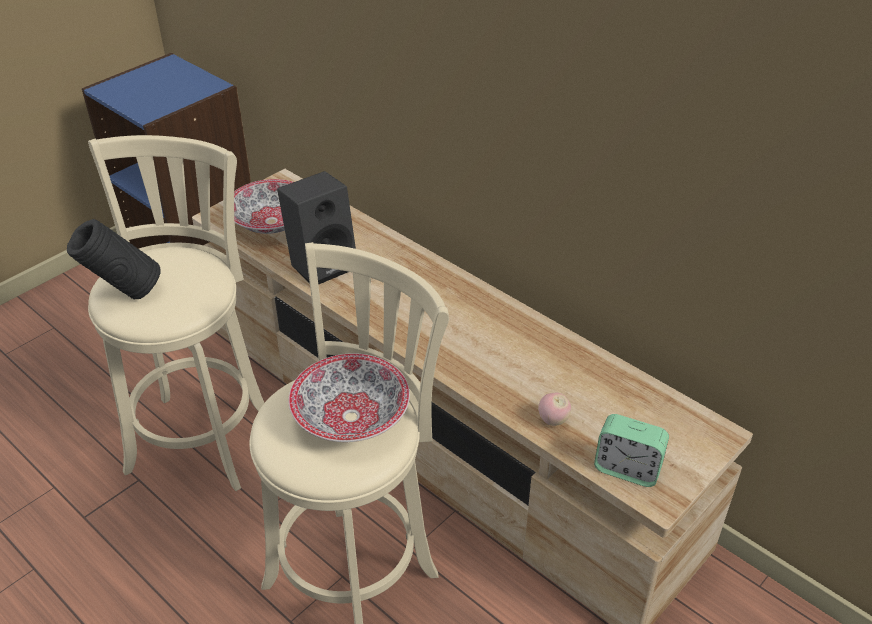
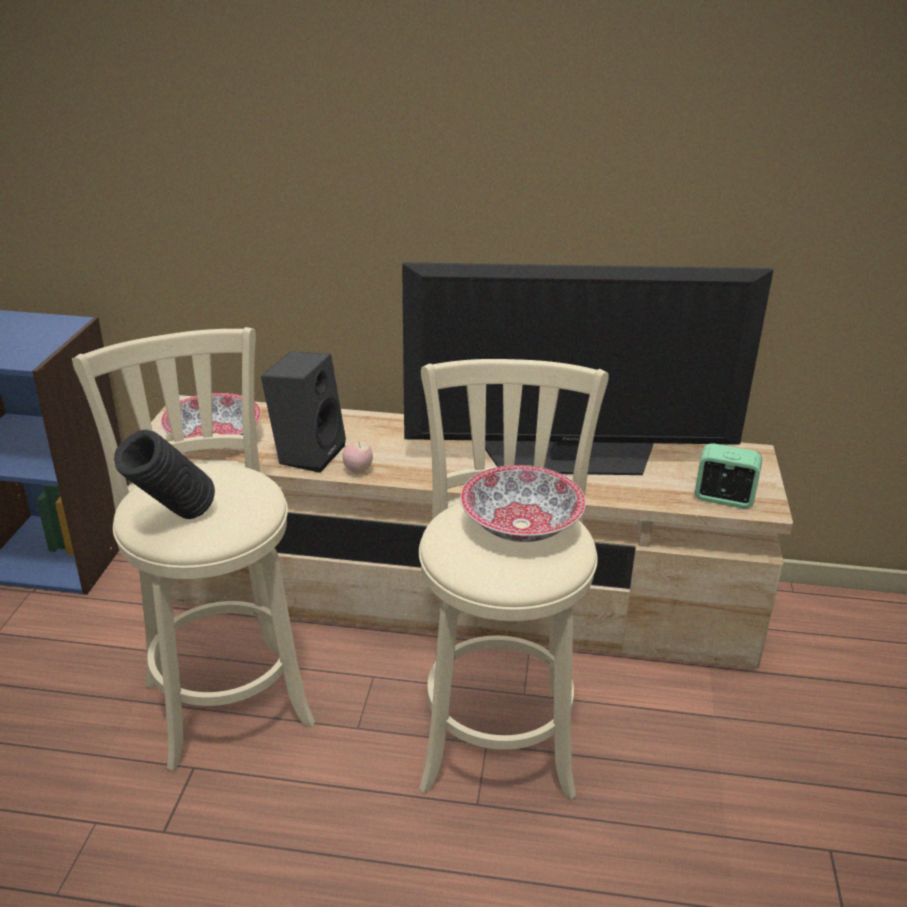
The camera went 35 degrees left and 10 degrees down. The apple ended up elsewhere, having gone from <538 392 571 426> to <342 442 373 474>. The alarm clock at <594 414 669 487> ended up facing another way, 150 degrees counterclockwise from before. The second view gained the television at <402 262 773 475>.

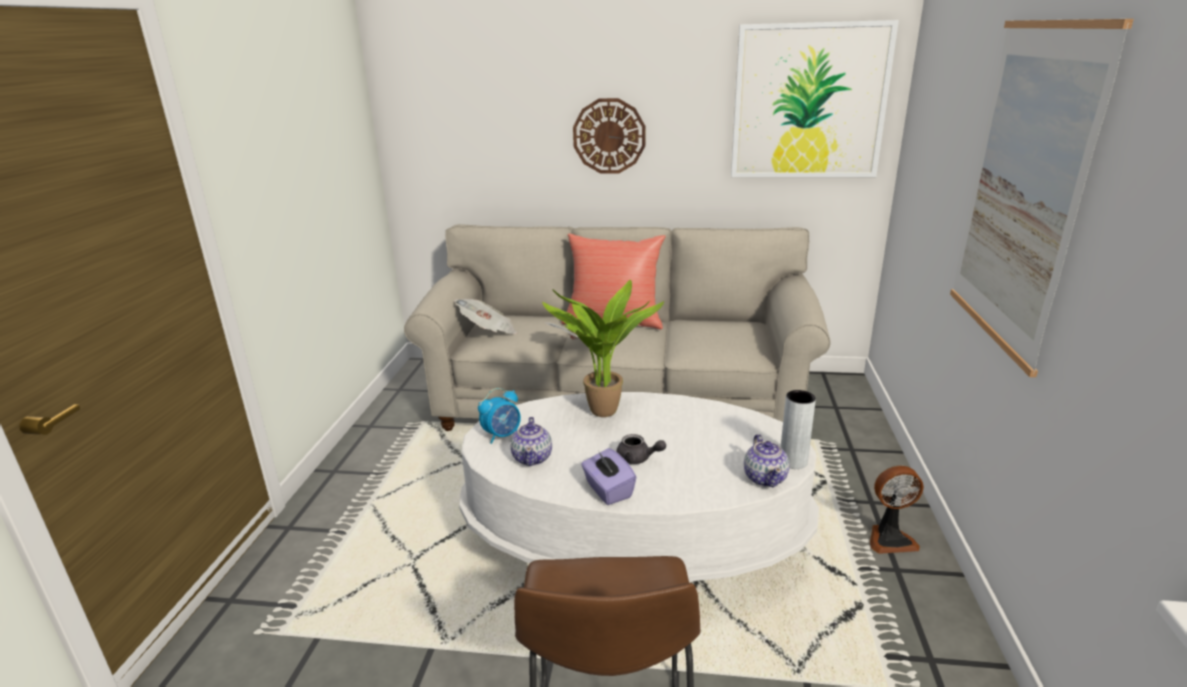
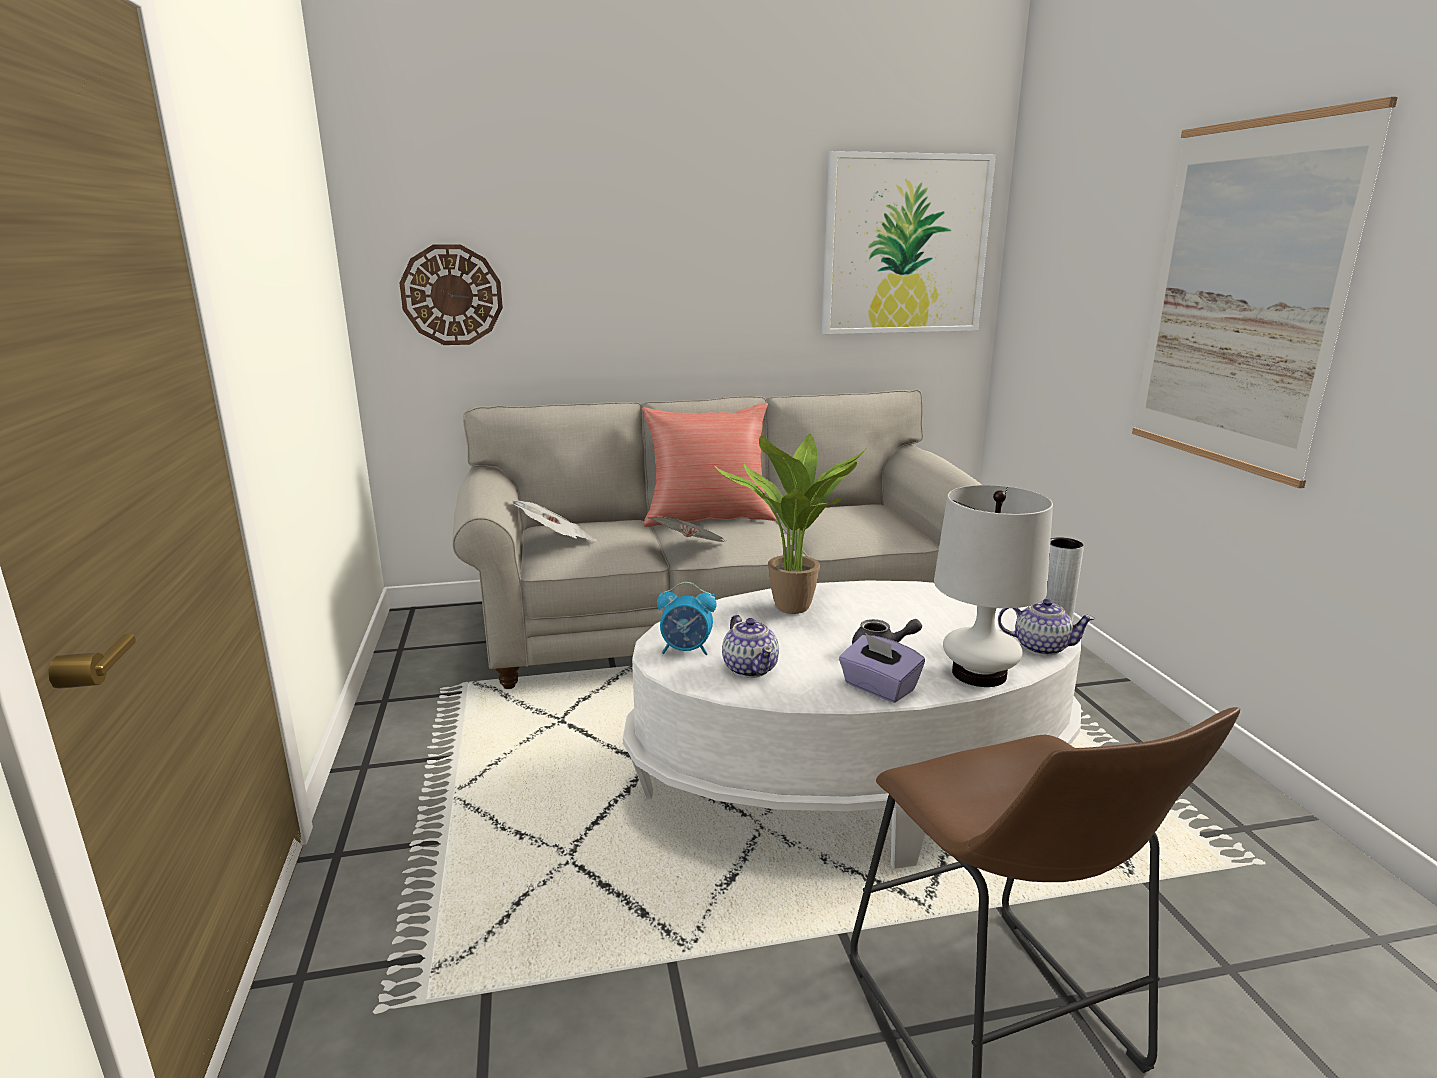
The camera went 20 degrees left and 5 degrees down. The alarm clock at <478 388 521 444> ended up facing another way, 60 degrees clockwise from before. The wall clock ended up elsewhere, having gone from <573 98 645 173> to <399 244 503 345>. The teapot at <744 434 790 487> ended up facing another way, 45 degrees counterclockwise from before. The second view lost the fan at <870 466 924 554>. The second view gained the white table lamp at <934 485 1053 687>.

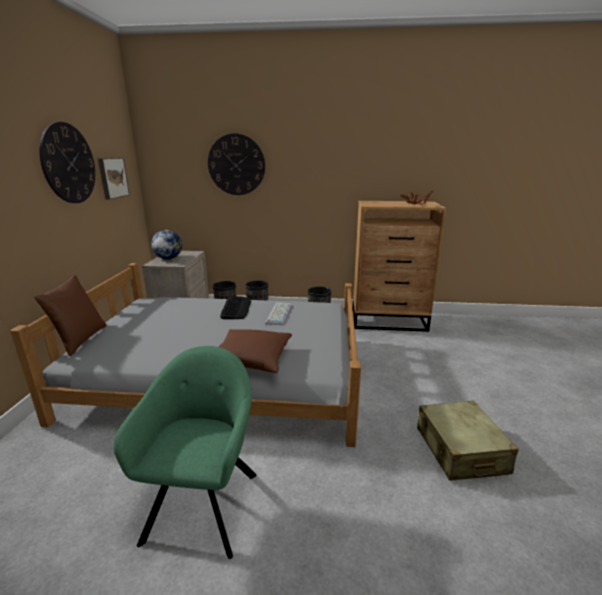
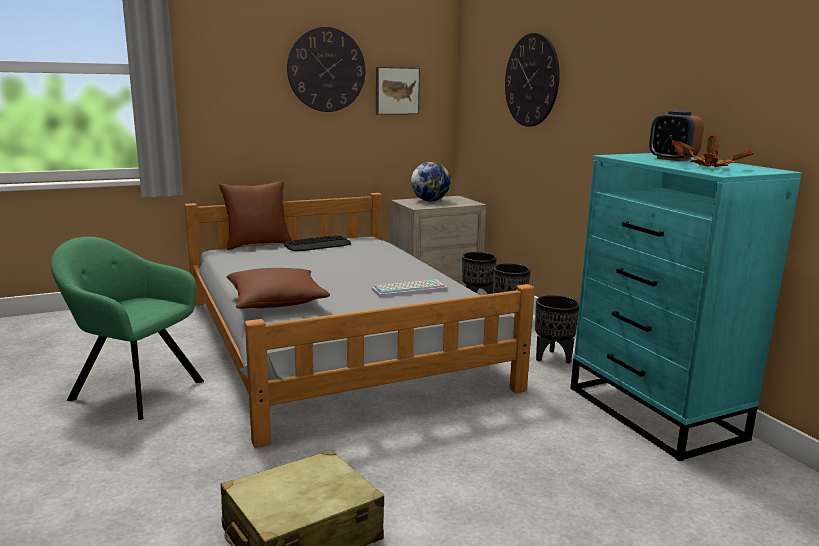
The camera went 60 degrees right and 5 degrees down. The green armchair at <114 346 256 559> ended up facing another way, 135 degrees counterclockwise from before. The keyboard ended up elsewhere, having gone from <220 296 251 319> to <283 235 351 251>. What was the brown dresser at <353 201 446 332> turned into the turquoise dresser at <570 153 802 461>. The second view gained the alarm clock at <649 111 704 161>.

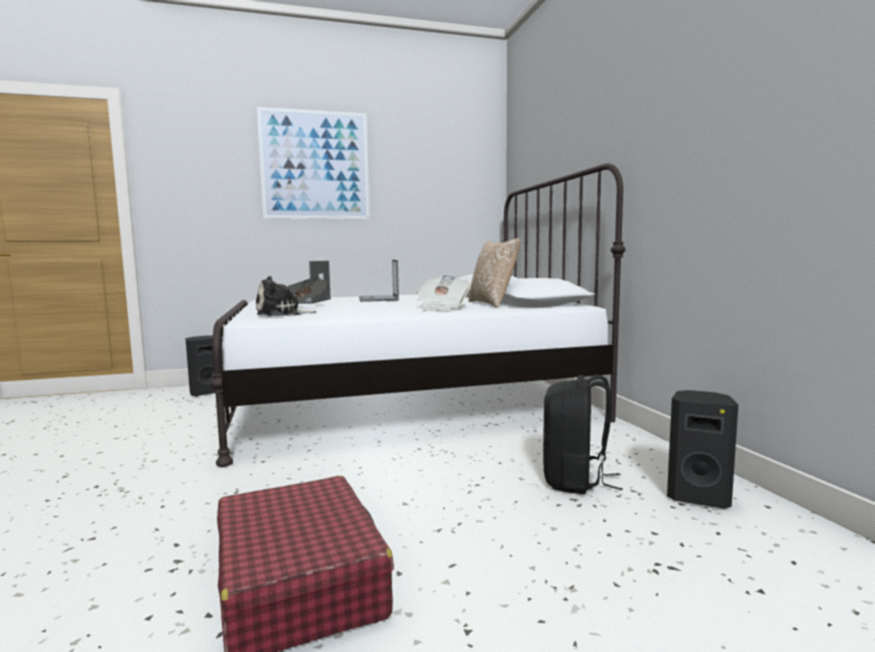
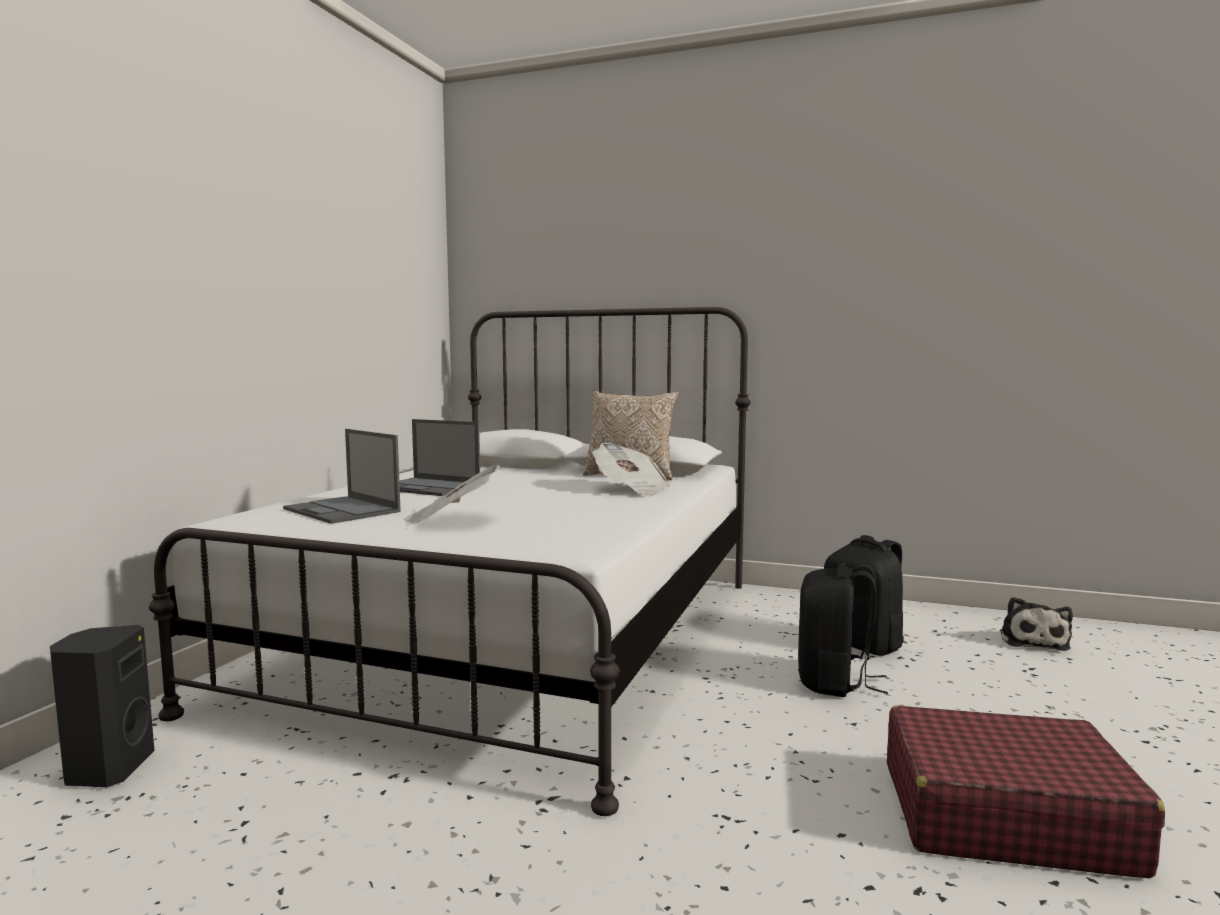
The camera went 55 degrees left and 0 degrees up. The plush toy ended up elsewhere, having gone from <256 276 317 316> to <1000 597 1073 651>. The second view lost the picture at <257 107 370 219>. The second view lost the black speaker at <667 390 738 509>. The second view gained the black backpack at <798 563 888 697>.

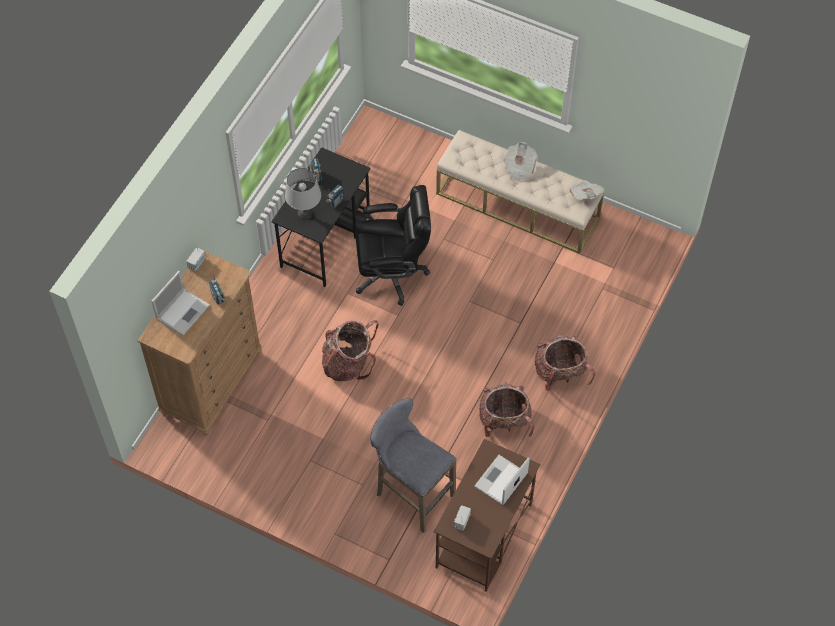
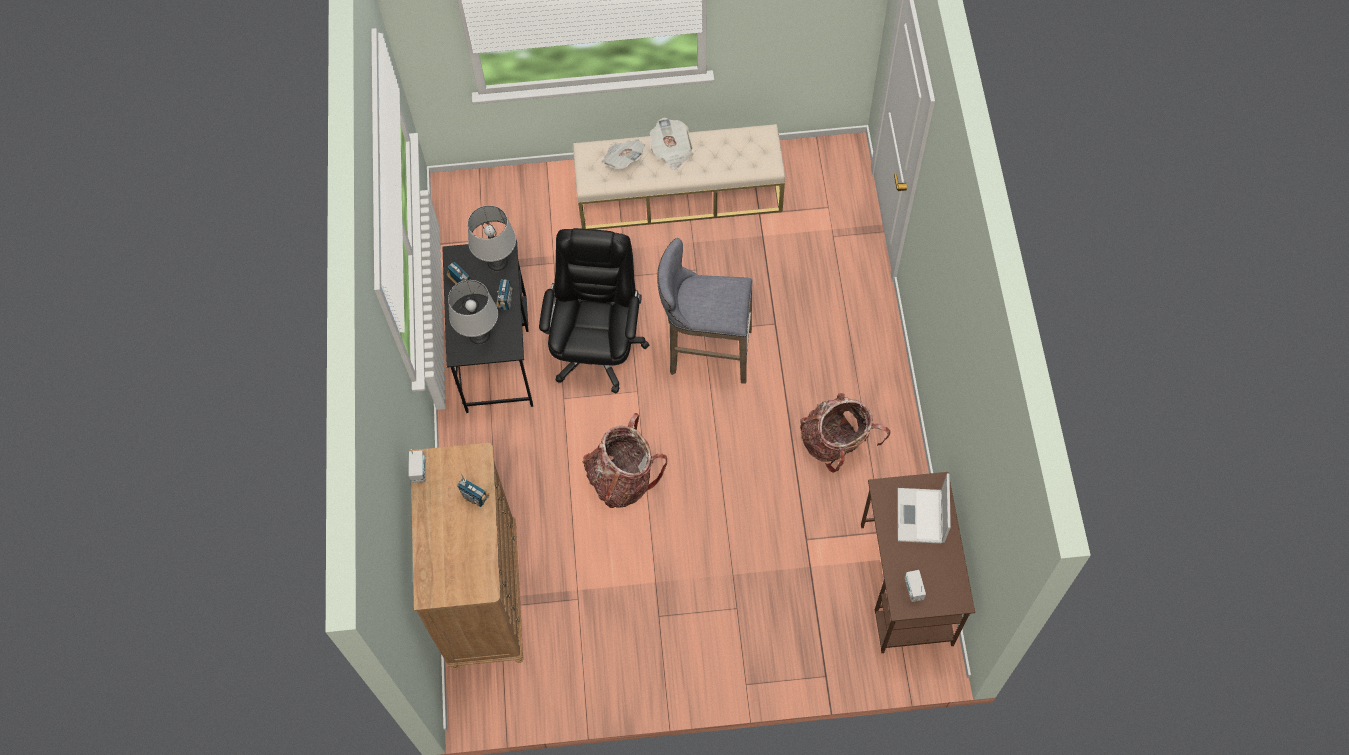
The camera went 30 degrees left and 5 degrees up. The second view lost the laptop at <152 271 210 335>. The black office chair at <356 185 431 306> ended up facing another way, 45 degrees counterclockwise from before. The grey stool ended up elsewhere, having gone from <370 398 456 533> to <657 238 753 384>. The second view lost the backpack at <535 334 595 391>. The newspaper ended up elsewhere, having gone from <569 180 604 200> to <602 140 645 169>. The second view gained the grey table lamp at <468 205 516 271>.

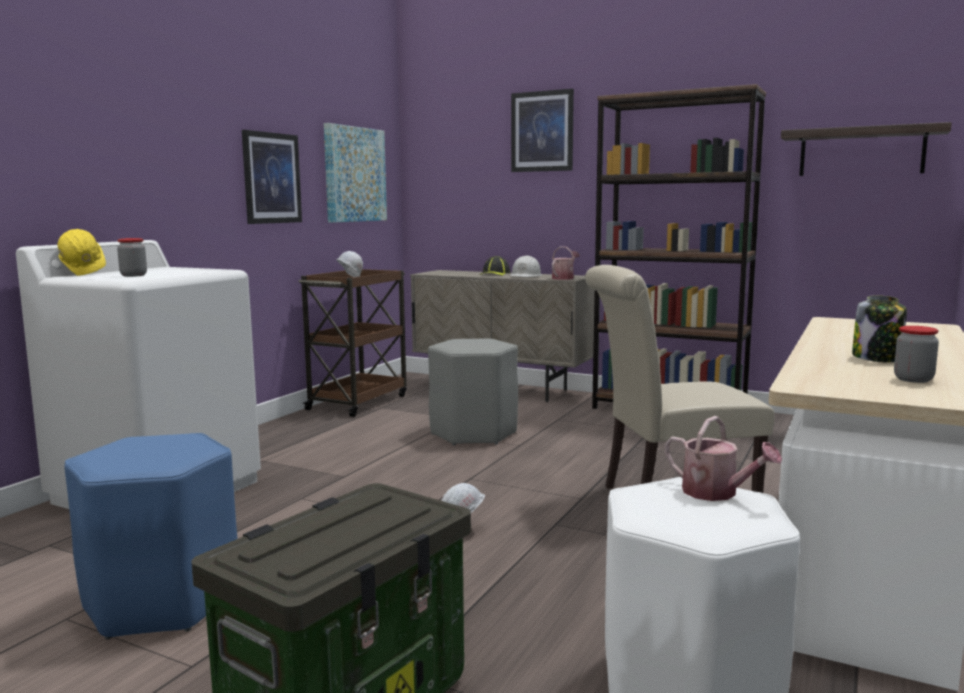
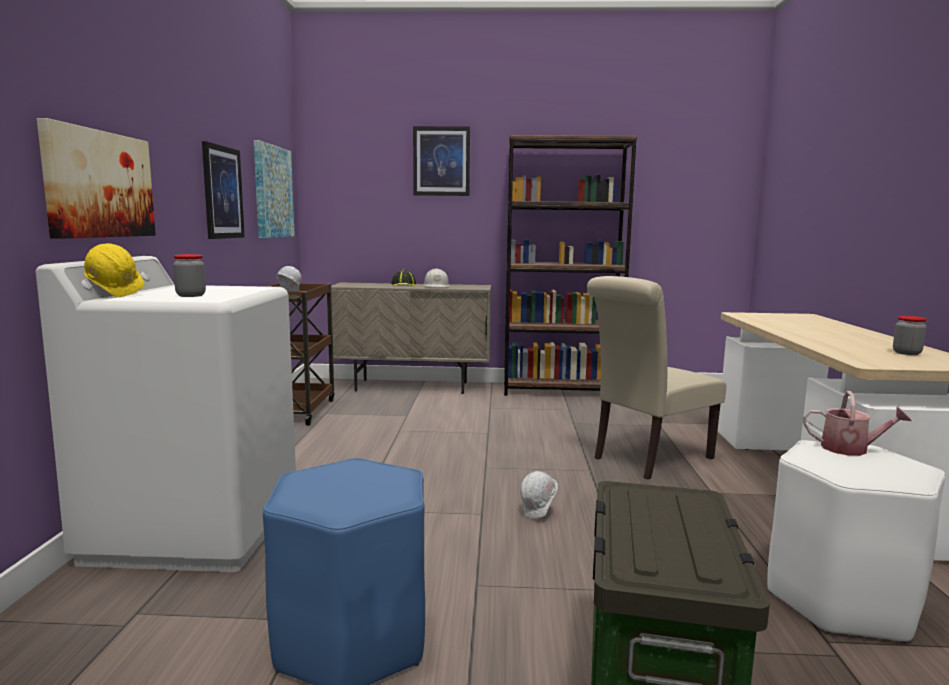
The camera went 25 degrees left and 0 degrees up. The second view lost the grey stool at <428 339 518 445>. The second view lost the watering can at <552 246 580 280>. The second view lost the shelf at <781 122 952 176>. The second view lost the jar at <852 295 907 362>. The second view gained the picture at <37 118 156 239>.

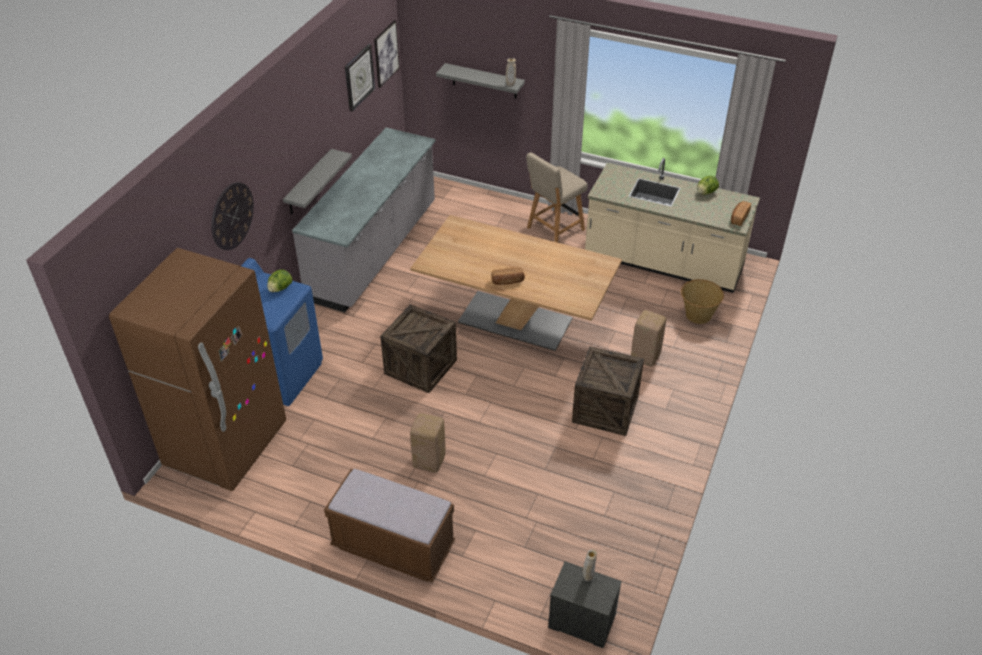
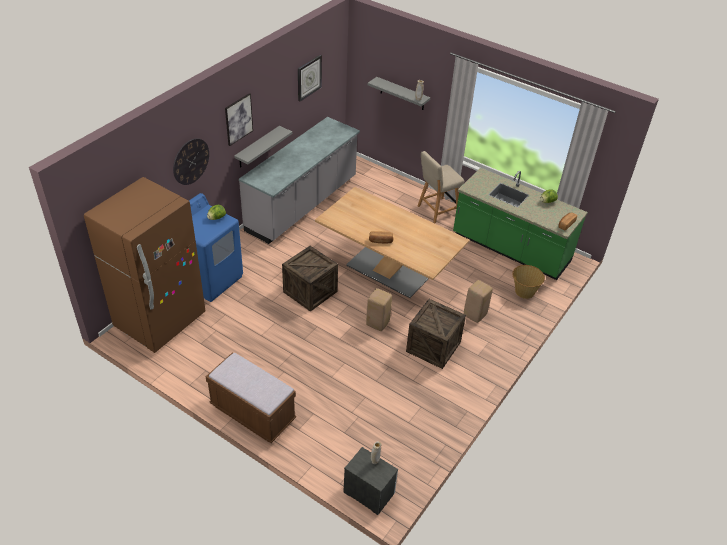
The camera went 10 degrees right and 0 degrees up. The picture ended up elsewhere, having gone from <374 20 400 88> to <225 93 253 146>. The beige stool ended up elsewhere, having gone from <410 413 446 473> to <366 288 392 331>. What was the beige counter at <585 158 760 293> turned into the green counter at <453 168 588 280>.

